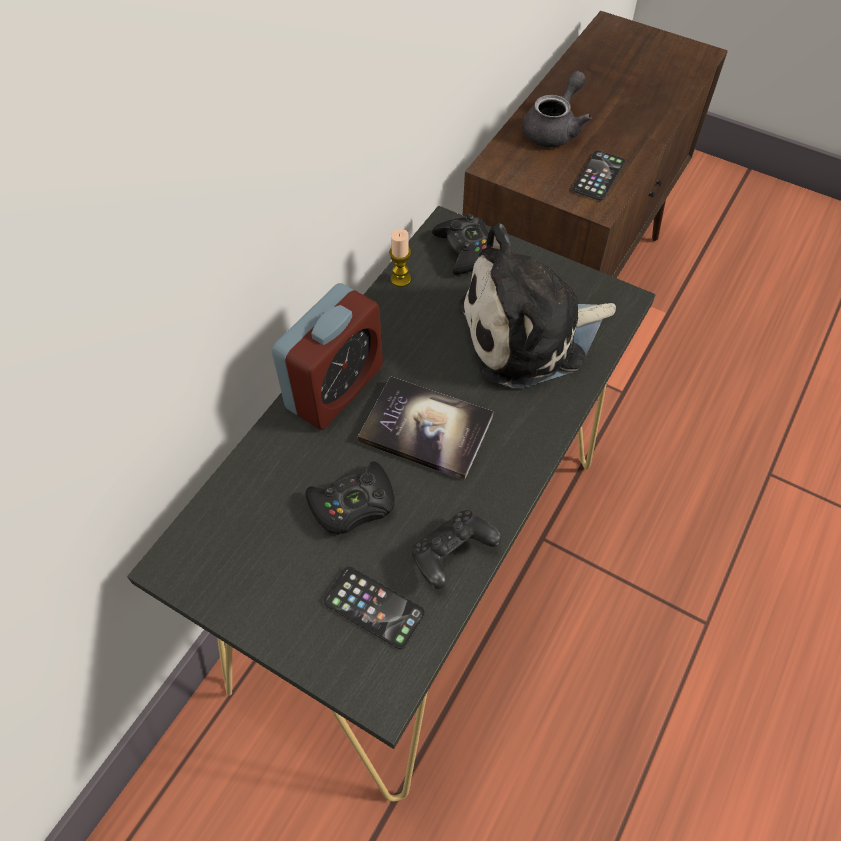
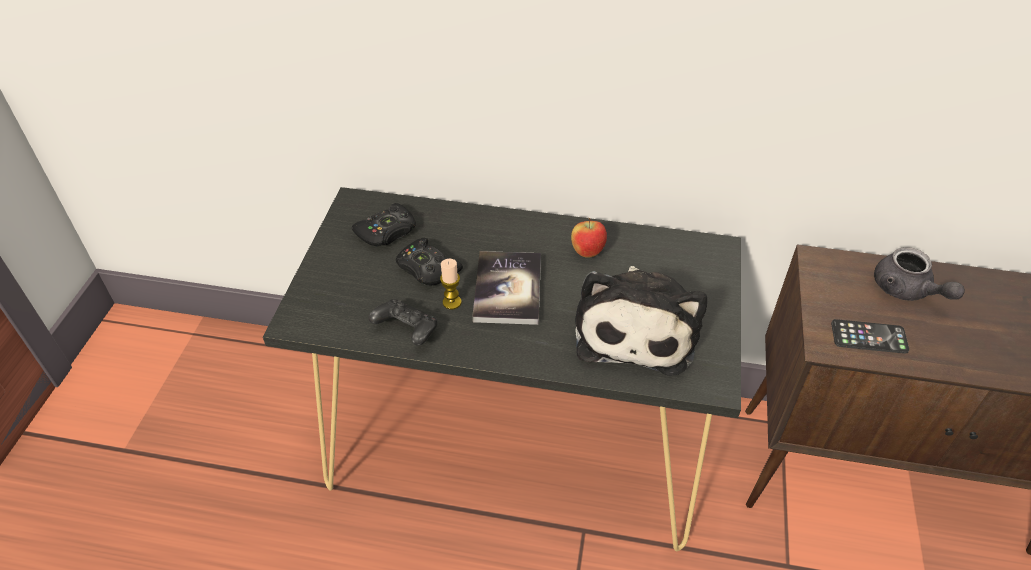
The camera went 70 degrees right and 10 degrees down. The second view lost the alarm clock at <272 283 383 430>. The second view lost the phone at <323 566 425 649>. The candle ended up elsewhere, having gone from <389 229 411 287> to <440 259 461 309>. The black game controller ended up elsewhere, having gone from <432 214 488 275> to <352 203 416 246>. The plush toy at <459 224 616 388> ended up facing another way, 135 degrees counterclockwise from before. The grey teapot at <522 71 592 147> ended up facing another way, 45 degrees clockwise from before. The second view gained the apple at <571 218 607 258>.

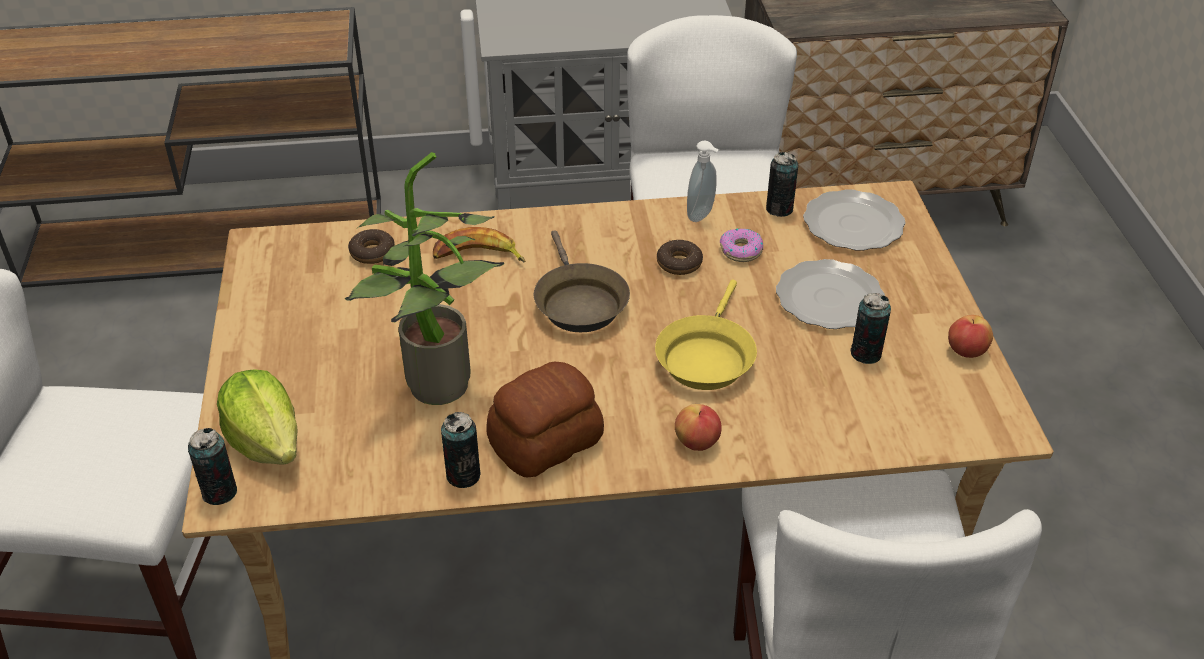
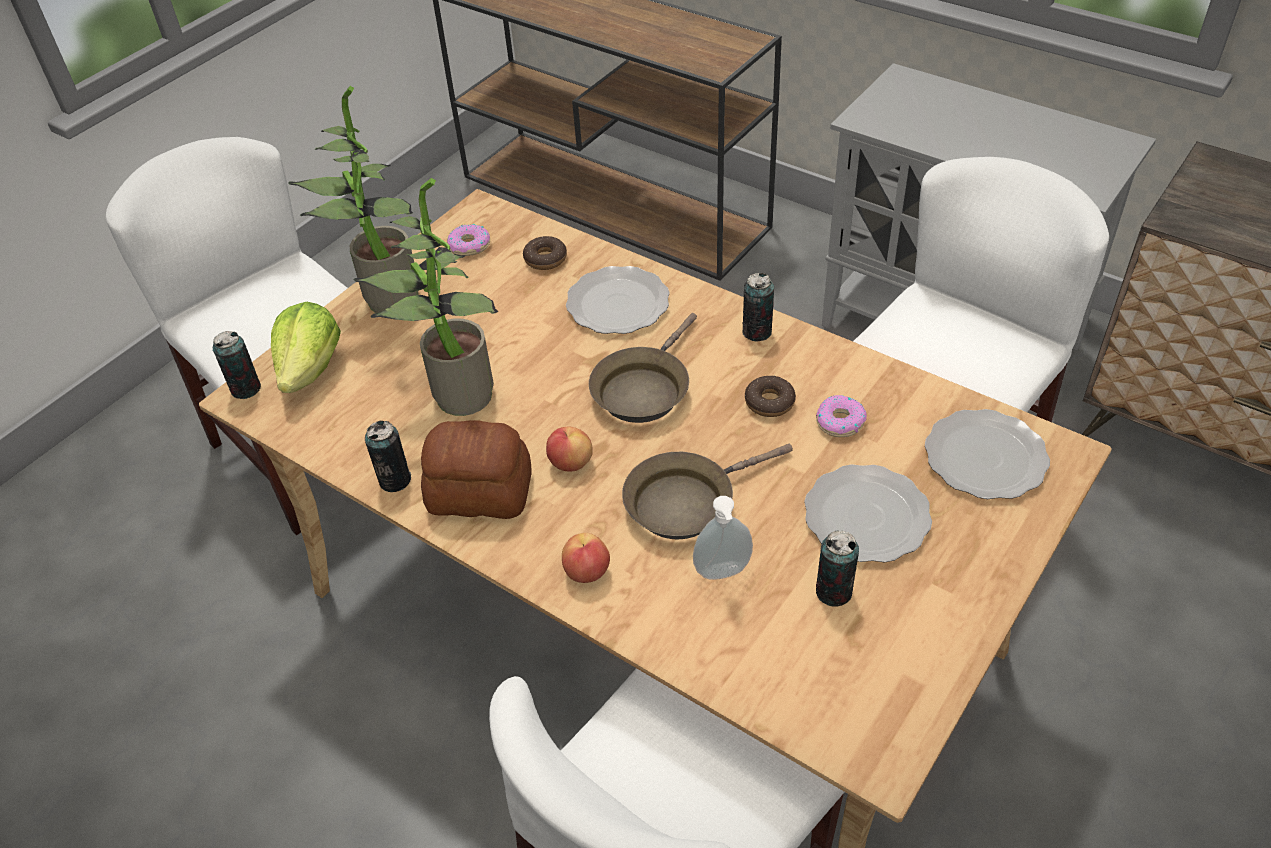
The camera went 45 degrees right and 5 degrees up. Where the banana stood at <433 227 525 262>, the plate came to stand at <566 266 670 334>. What was the yellow frying pan at <655 279 757 390> turned into the brown frying pan at <622 444 793 539>. The soap dispenser ended up elsewhere, having gone from <687 141 719 222> to <693 496 753 580>. The can ended up elsewhere, having gone from <766 152 798 217> to <742 273 774 341>. The apple ended up elsewhere, having gone from <948 315 993 358> to <546 427 593 471>. The second view gained the potted plant at <288 86 419 313>. The second view gained the donut at <447 224 490 256>.

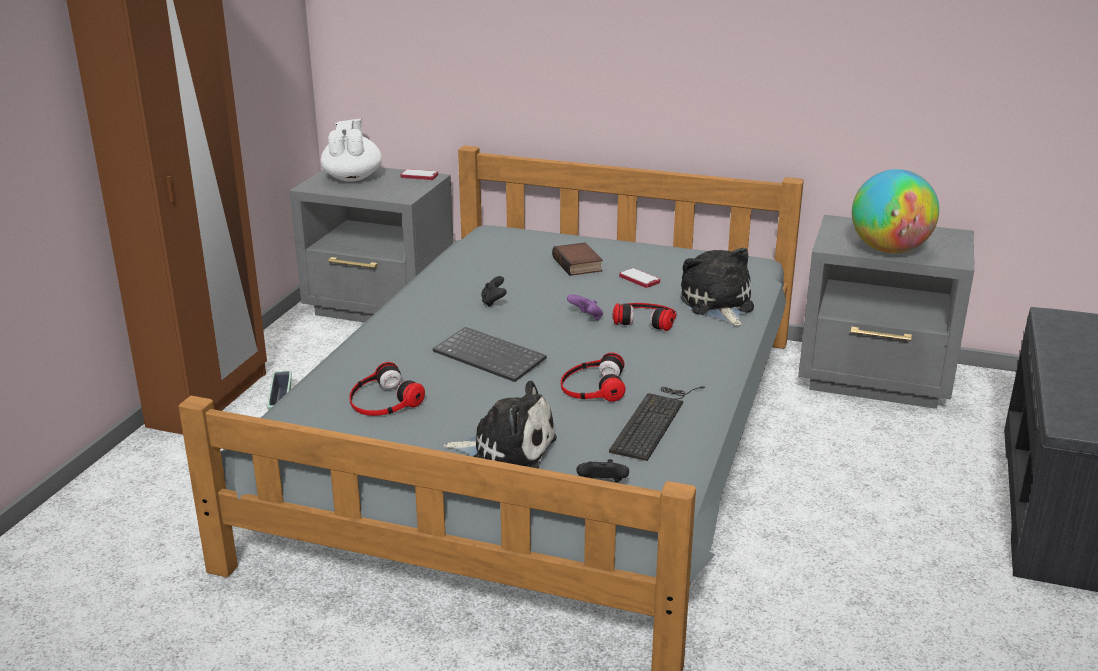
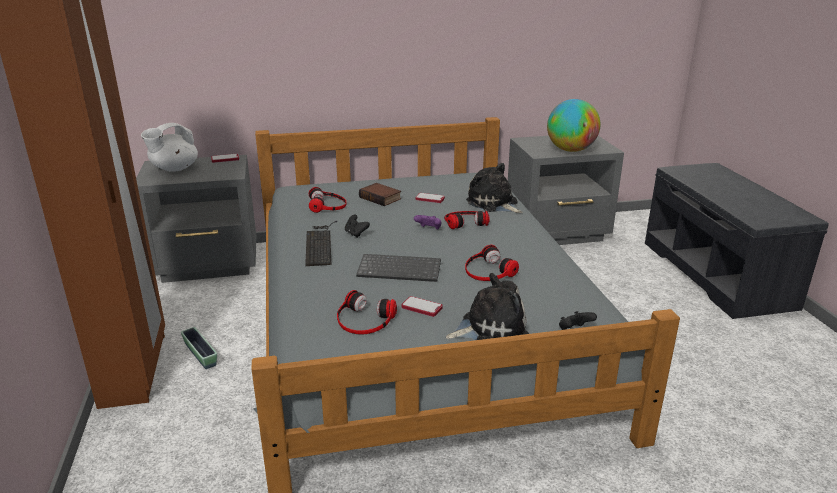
The camera went 30 degrees left and 0 degrees up. The white teapot at <321 119 382 182> ended up facing another way, 105 degrees counterclockwise from before. The keyboard ended up elsewhere, having gone from <609 386 705 461> to <305 221 337 266>. The second view gained the headphones at <309 187 347 213>. The second view gained the phone at <401 296 443 317>.

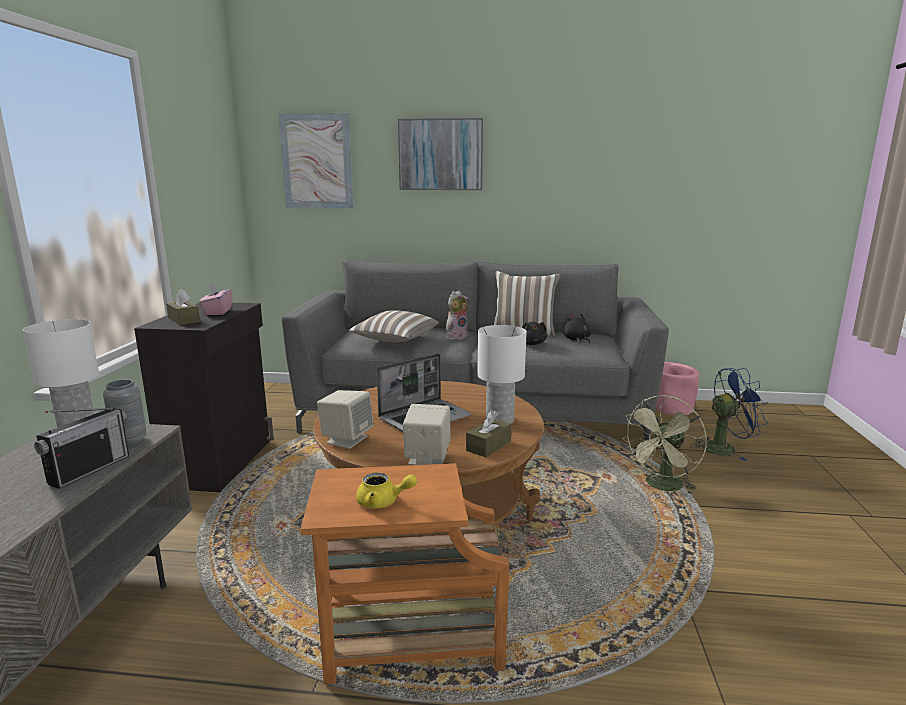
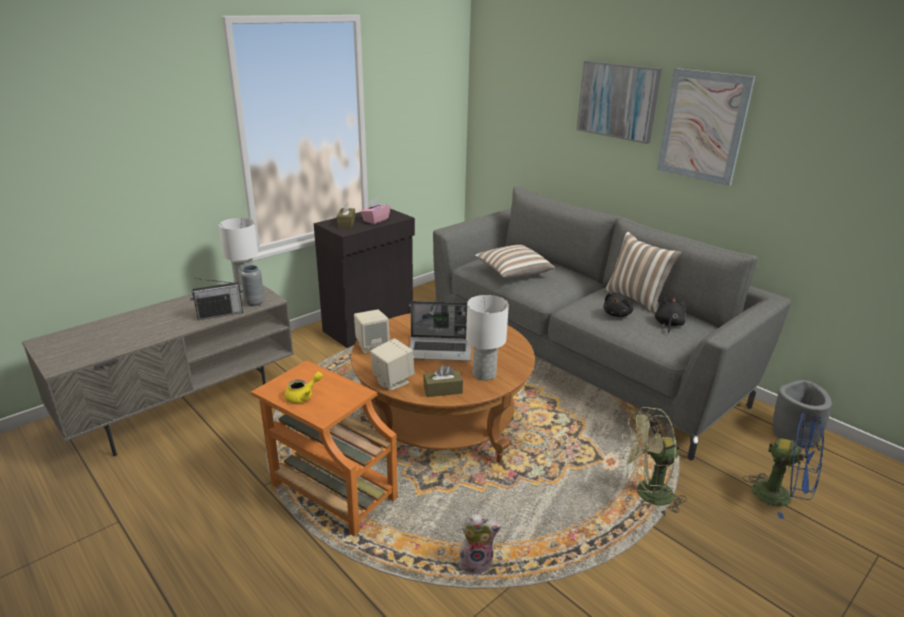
The camera went 40 degrees right and 10 degrees up. The picture ended up elsewhere, having gone from <279 113 354 208> to <657 68 755 186>. The yellow teapot at <356 473 417 508> ended up facing another way, 90 degrees counterclockwise from before. The plush toy ended up elsewhere, having gone from <446 290 469 340> to <458 514 501 574>. What was the pink planter at <656 362 700 415> turned into the grey planter at <773 380 832 448>.

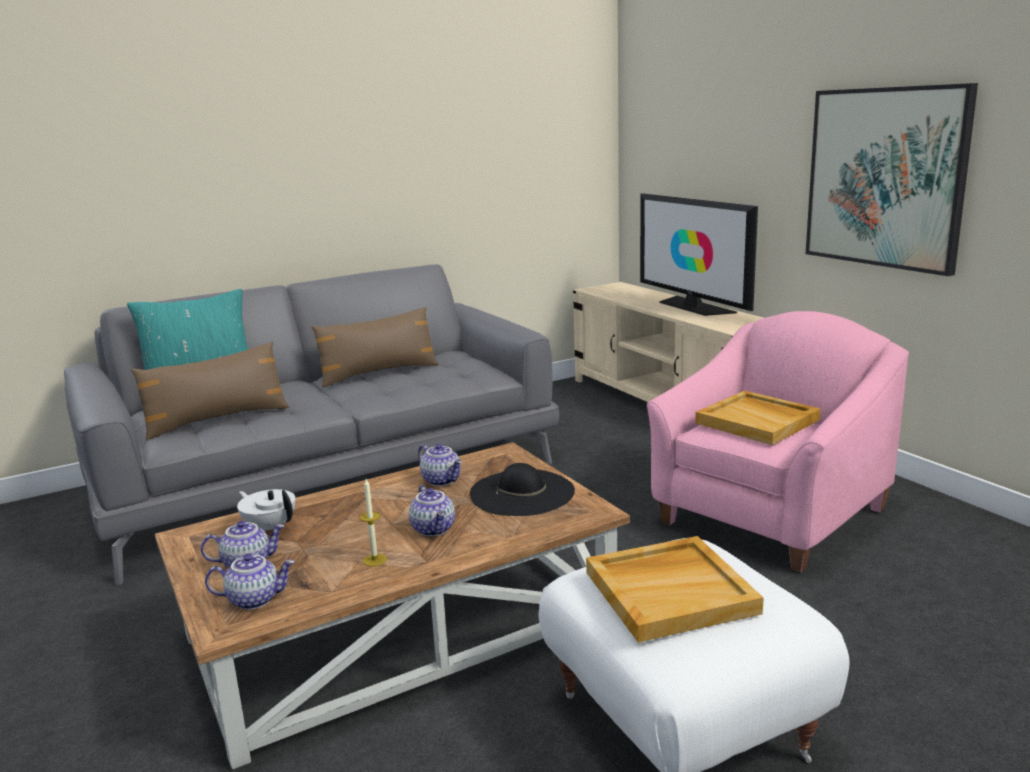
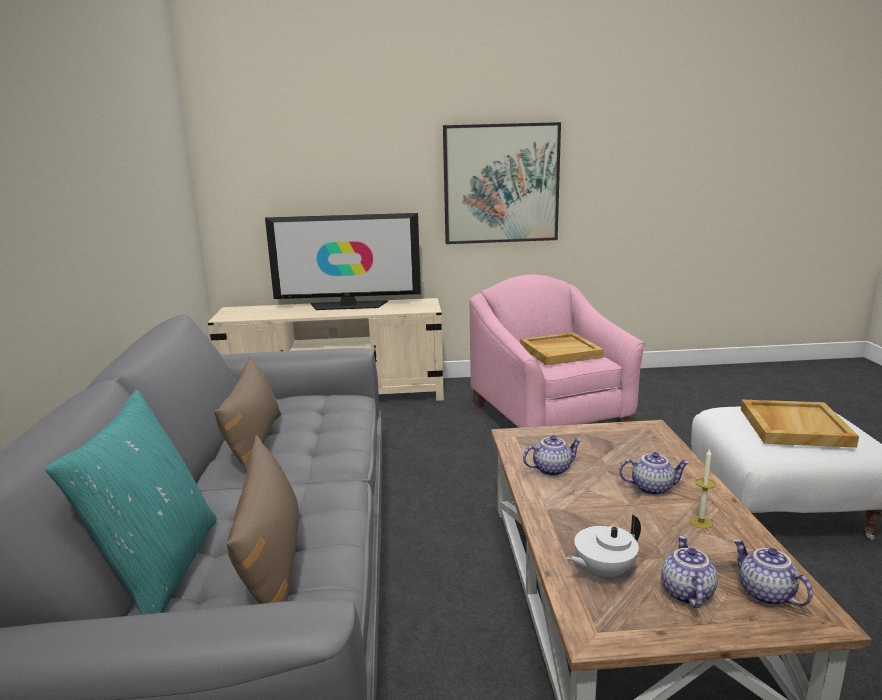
The camera went 65 degrees left and 0 degrees up. The teapot at <205 553 295 610> ended up facing another way, 45 degrees counterclockwise from before. The second view lost the black hat at <470 463 575 516>.

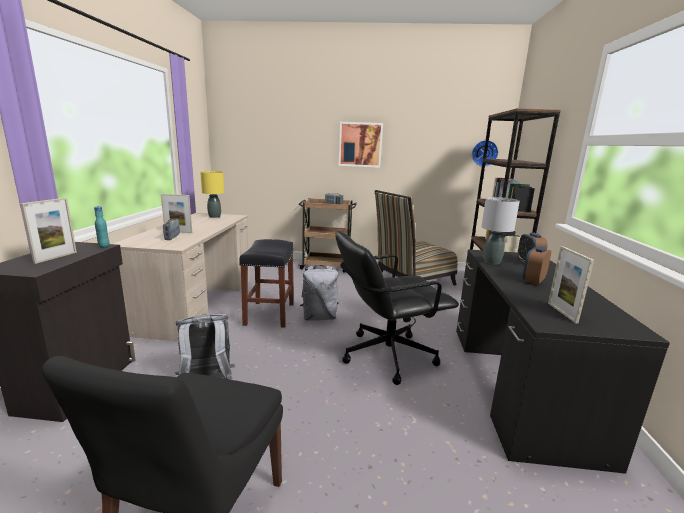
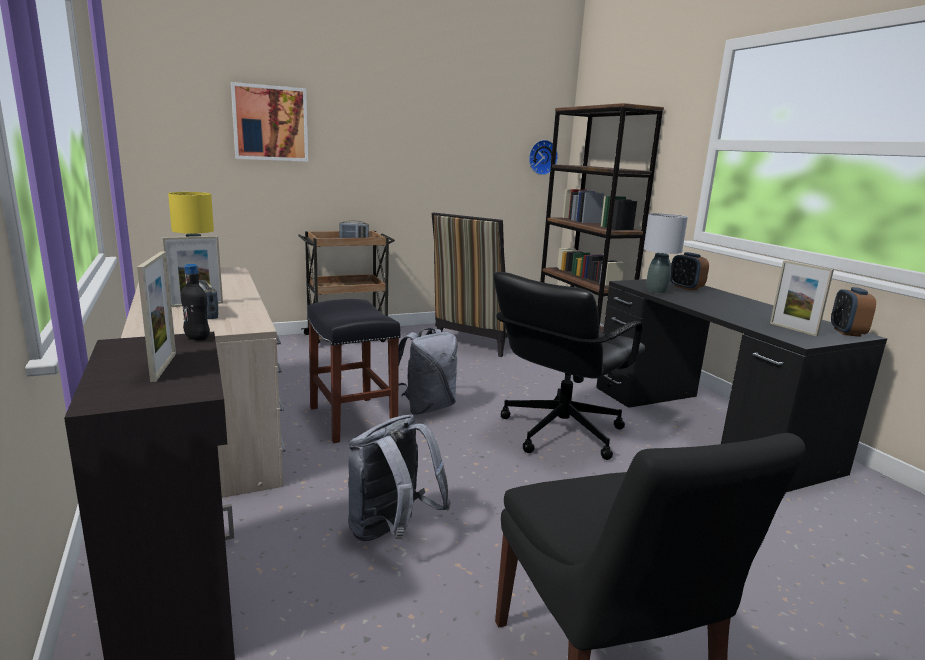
The camera went 30 degrees left and 0 degrees up. What was the turquoise bottle at <94 206 109 248> turned into the black bottle at <181 264 210 341>. The picture ended up elsewhere, having gone from <339 122 383 168> to <231 82 308 162>. The alarm clock ended up elsewhere, having gone from <523 246 551 285> to <831 287 876 337>.

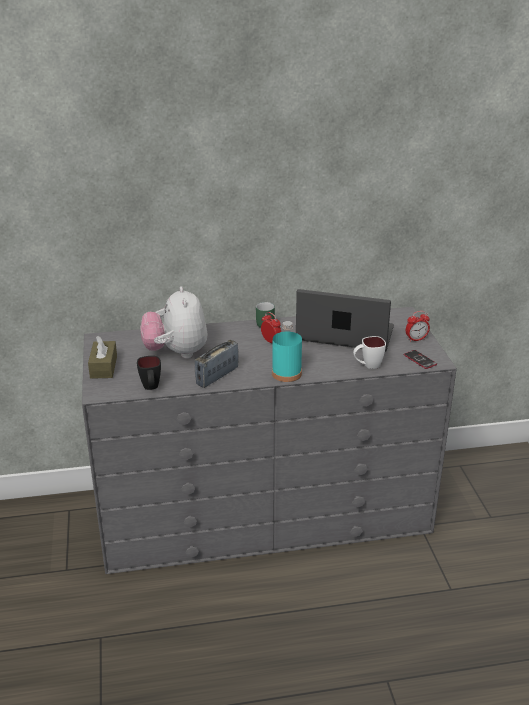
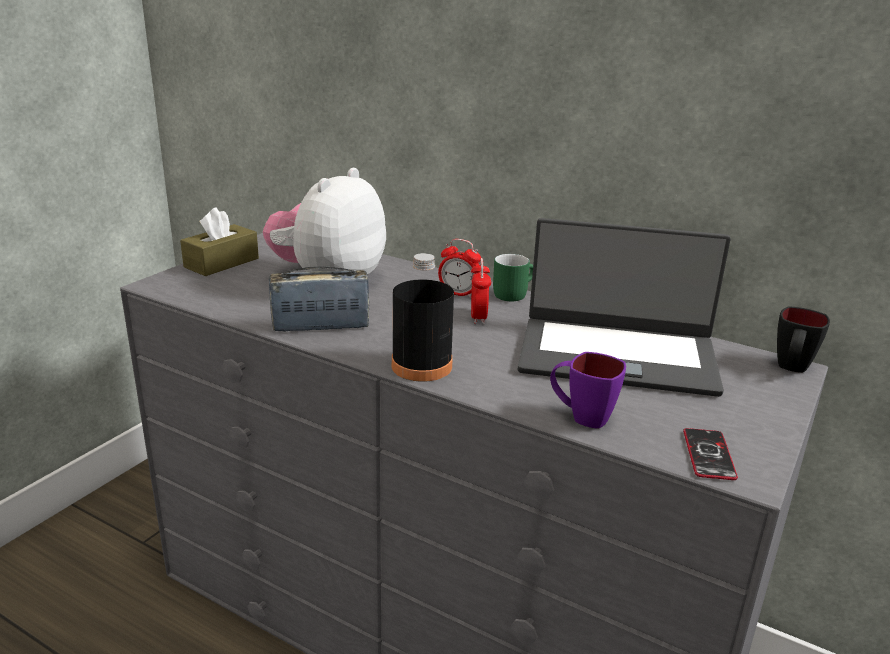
The camera went 40 degrees right and 5 degrees down. The black mug ended up elsewhere, having gone from <137 356 161 390> to <777 306 830 373>. What was the turquoise bottle at <272 321 302 382> turned into the black bottle at <392 253 454 382>. The laptop at <296 289 394 352> ended up facing another way, 135 degrees clockwise from before. What was the white mug at <353 336 386 369> turned into the purple mug at <550 352 626 429>. The alarm clock ended up elsewhere, having gone from <405 311 430 342> to <438 239 481 298>.

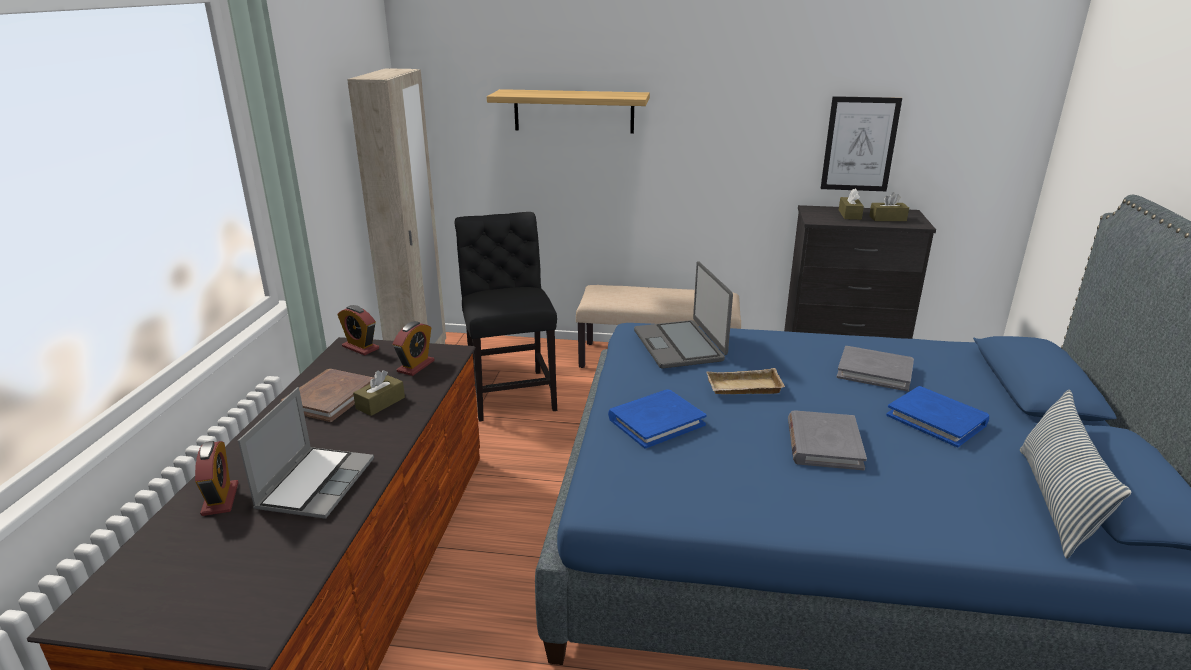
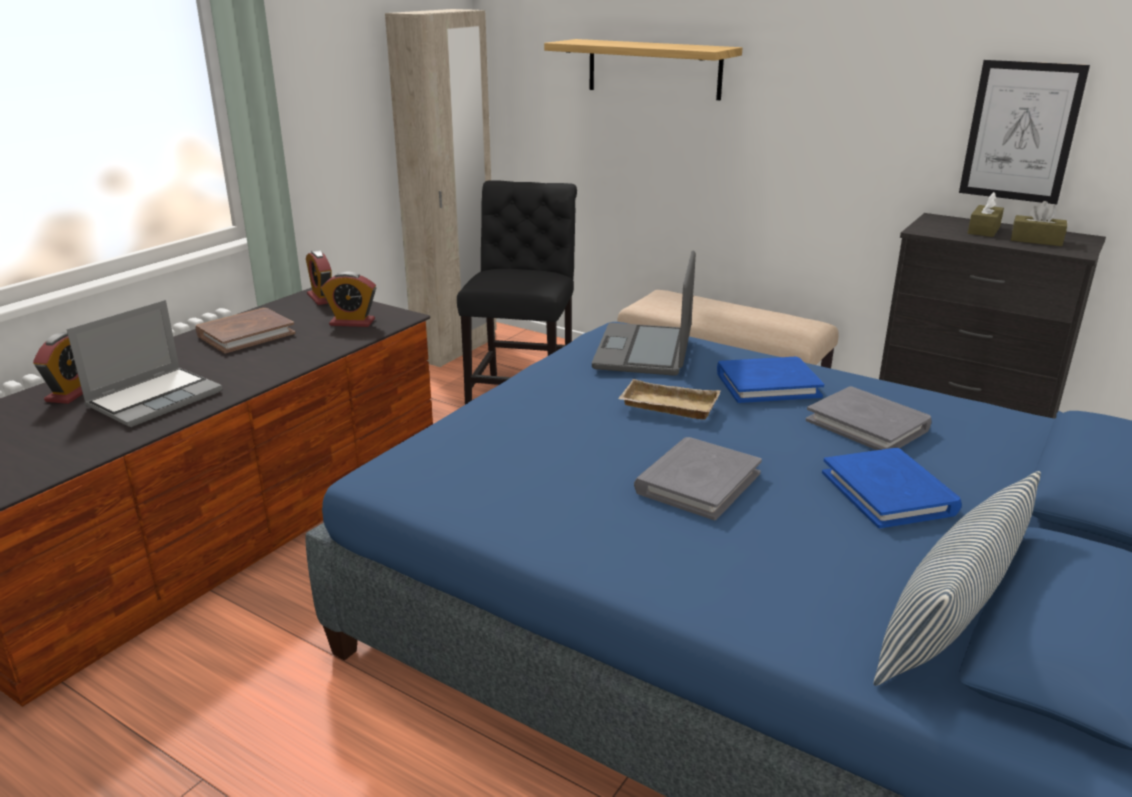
The camera went 25 degrees right and 0 degrees up. The second view lost the brown tissue box at <353 370 405 416>. The alarm clock at <393 321 435 376> ended up facing another way, 45 degrees clockwise from before. The blue book ended up elsewhere, having gone from <608 389 706 449> to <717 357 824 403>.

